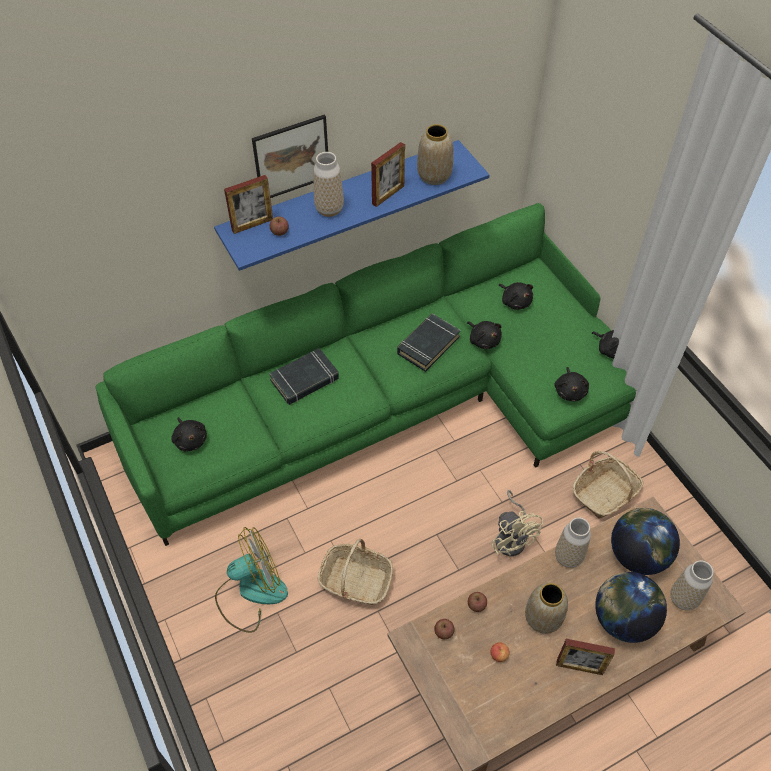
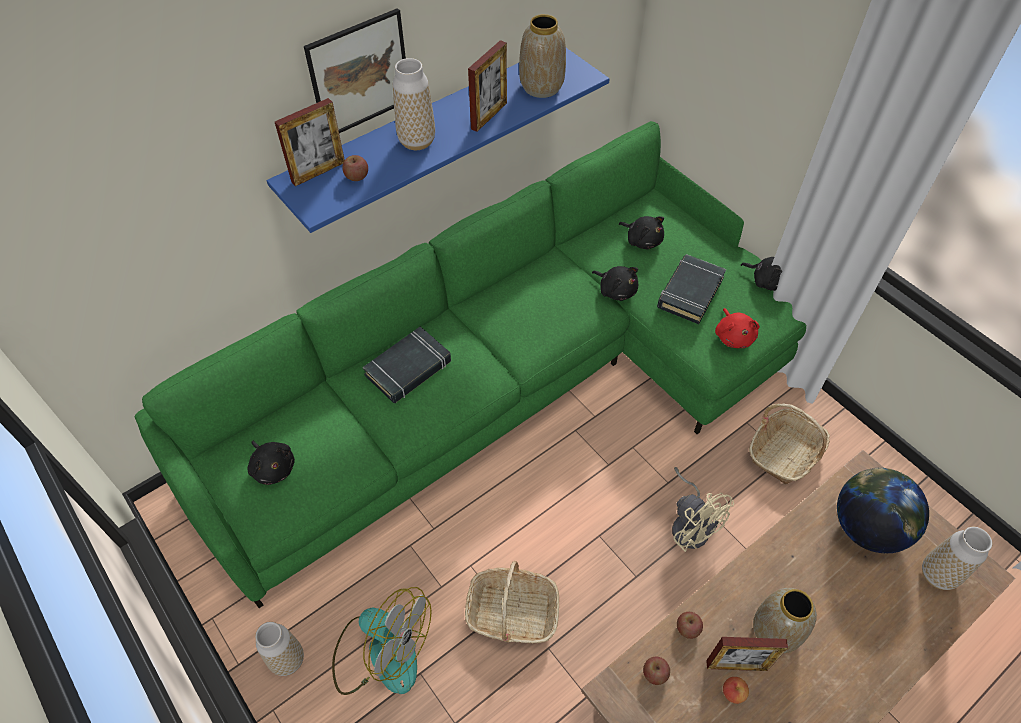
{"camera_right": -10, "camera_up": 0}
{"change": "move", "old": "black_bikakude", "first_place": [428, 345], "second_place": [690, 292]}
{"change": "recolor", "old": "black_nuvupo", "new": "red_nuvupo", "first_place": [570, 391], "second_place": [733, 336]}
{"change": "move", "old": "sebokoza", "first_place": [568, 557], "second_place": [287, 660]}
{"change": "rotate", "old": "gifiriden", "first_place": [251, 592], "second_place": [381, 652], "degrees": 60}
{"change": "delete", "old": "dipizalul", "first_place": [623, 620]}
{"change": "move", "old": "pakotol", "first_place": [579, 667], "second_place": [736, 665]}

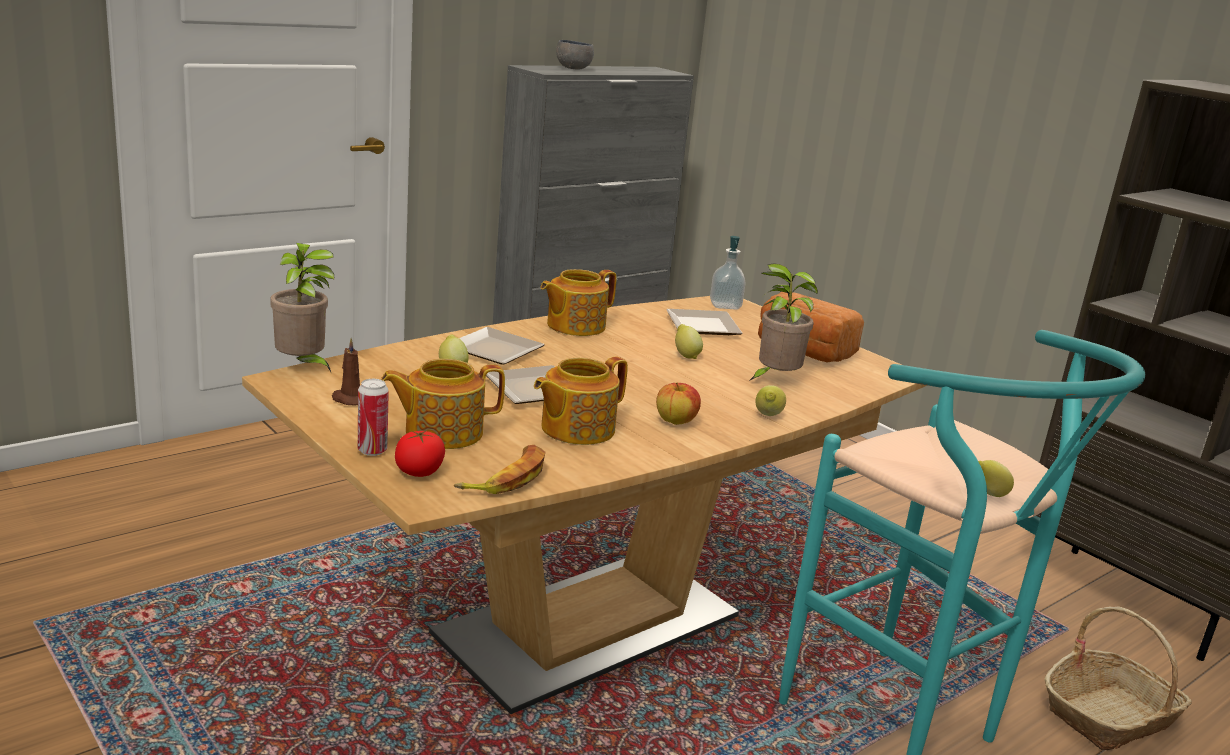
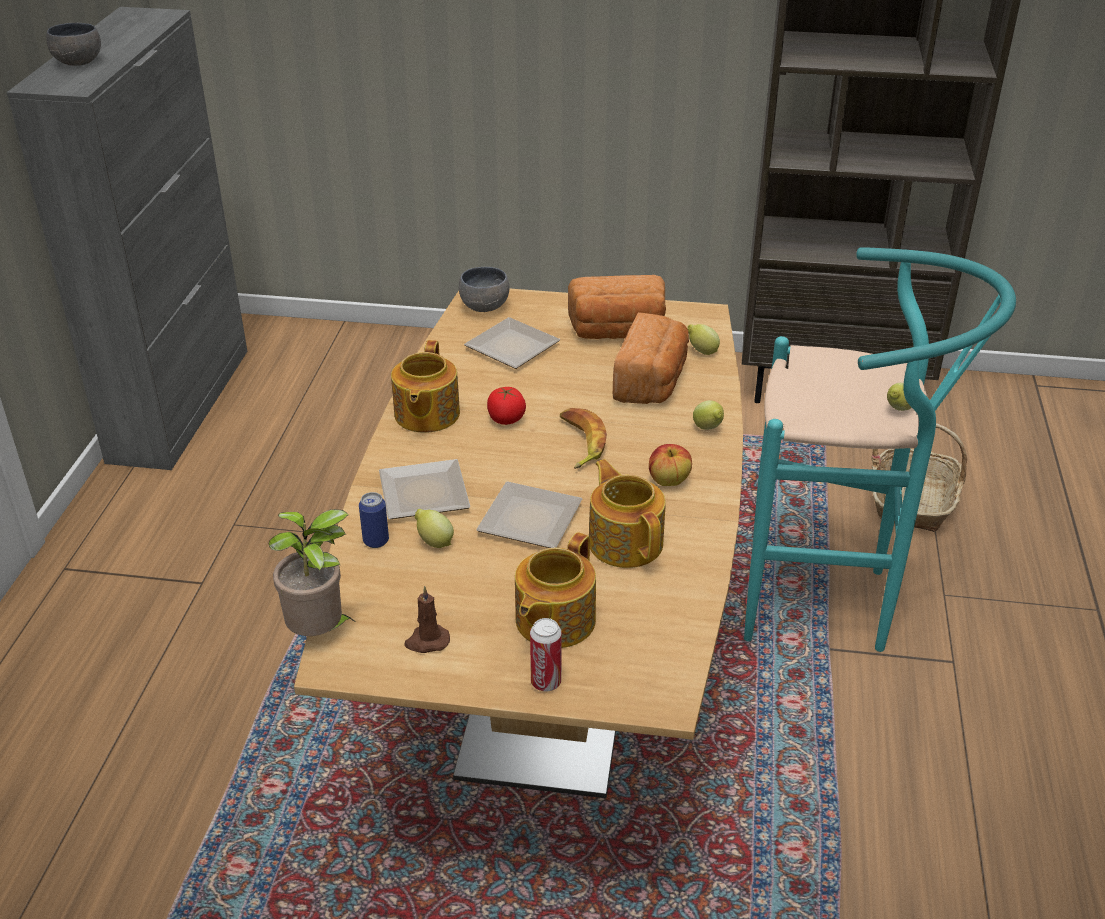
{"camera_right": -40, "camera_up": 15}
{"change": "replace", "old": "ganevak", "new": "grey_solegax", "first_place": [725, 305], "second_place": [484, 306]}
{"change": "replace", "old": "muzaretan", "new": "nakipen", "first_place": [774, 380], "second_place": [651, 381]}
{"change": "move", "old": "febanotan", "first_place": [685, 355], "second_place": [701, 352]}
{"change": "rotate", "old": "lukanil", "first_place": [575, 429], "second_place": [625, 542], "degrees": 150}
{"change": "move", "old": "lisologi", "first_place": [419, 472], "second_place": [506, 419]}
{"change": "move", "old": "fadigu", "first_place": [506, 478], "second_place": [579, 443]}
{"change": "insert", "new": "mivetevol", "second_place": [376, 541]}

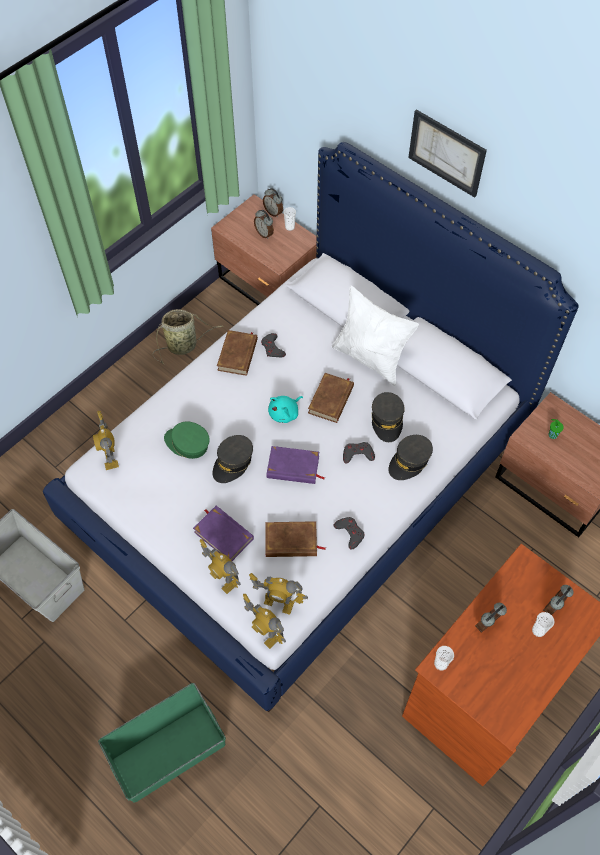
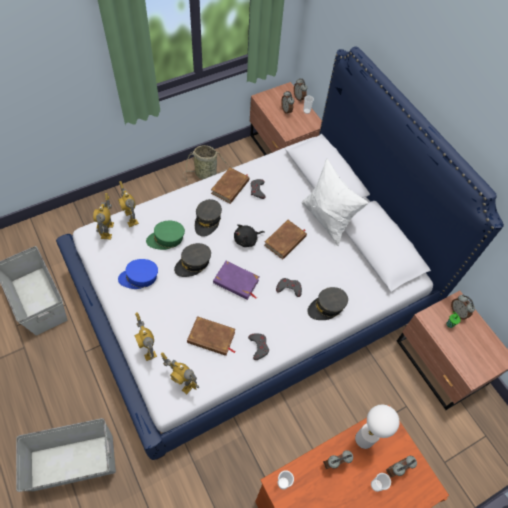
{"camera_right": 15, "camera_up": 0}
{"change": "delete", "old": "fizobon", "first_place": [446, 153]}
{"change": "move", "old": "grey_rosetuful", "first_place": [387, 420], "second_place": [207, 221]}
{"change": "recolor", "old": "turquoise_nuvupo", "new": "black_nuvupo", "first_place": [285, 413], "second_place": [247, 240]}
{"change": "rotate", "old": "green_rosetuful", "first_place": [187, 444], "second_place": [166, 239], "degrees": -60}
{"change": "delete", "old": "purple_bikakude", "first_place": [223, 535]}
{"change": "move", "old": "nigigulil", "first_place": [265, 633], "second_place": [131, 218]}
{"change": "recolor", "old": "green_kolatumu", "new": "grey_kolatumu", "first_place": [168, 752], "second_place": [72, 461]}
{"change": "insert", "new": "blue_rosetuful", "second_place": [139, 277]}
{"change": "insert", "new": "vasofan", "second_place": [458, 312]}
{"change": "insert", "new": "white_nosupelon", "second_place": [364, 439]}

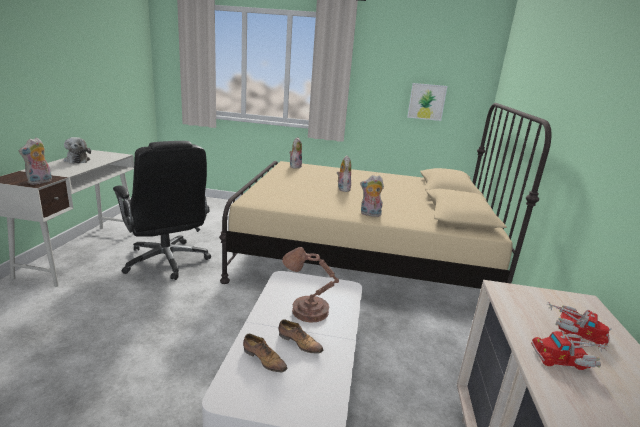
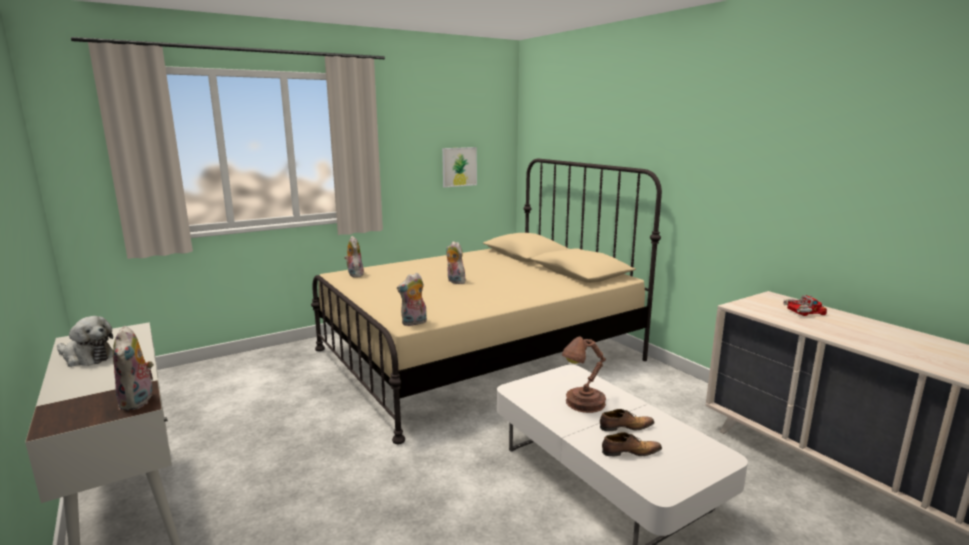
{"camera_right": -40, "camera_up": -5}
{"change": "delete", "old": "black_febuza", "first_place": [167, 261]}
{"change": "move", "old": "nuvupo", "first_place": [370, 214], "second_place": [414, 323]}
{"change": "delete", "old": "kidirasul", "first_place": [567, 358]}

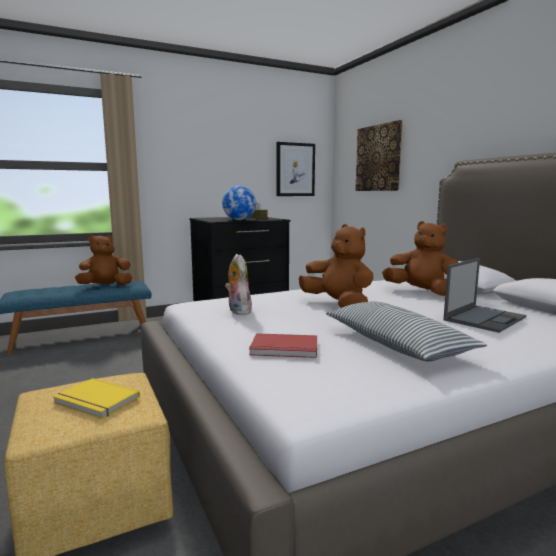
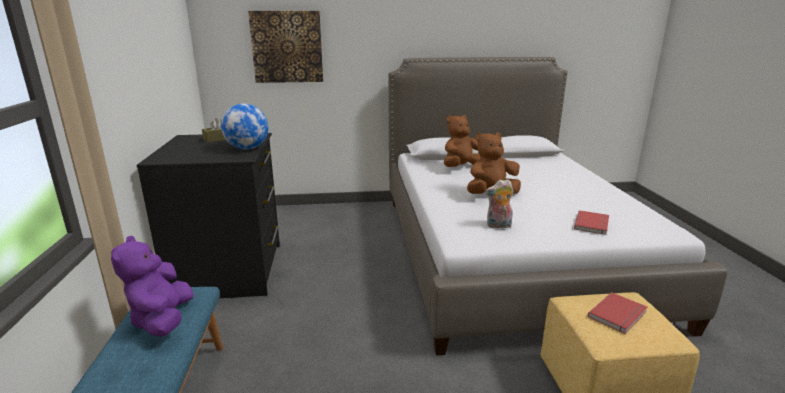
{"camera_right": -70, "camera_up": 10}
{"change": "delete", "old": "fizobon", "first_place": [295, 169]}
{"change": "recolor", "old": "brown_nuvupo", "new": "purple_nuvupo", "first_place": [105, 286], "second_place": [163, 320]}
{"change": "delete", "old": "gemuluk", "first_place": [485, 318]}
{"change": "delete", "old": "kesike", "first_place": [395, 344]}
{"change": "recolor", "old": "yellow_bikakude", "new": "red_bikakude", "first_place": [95, 401], "second_place": [619, 315]}

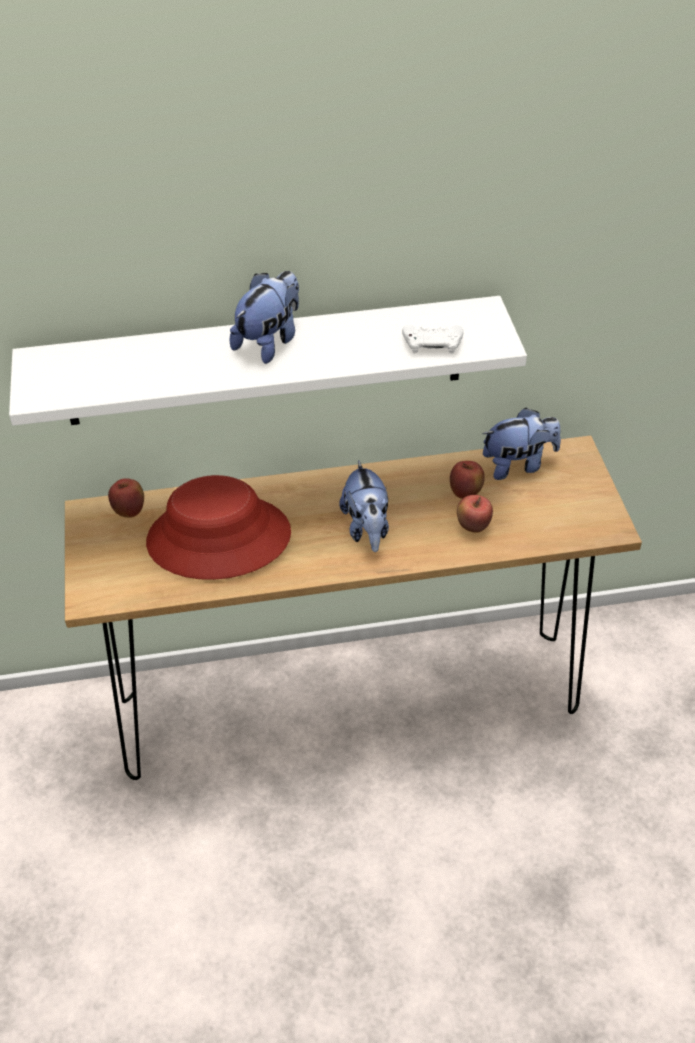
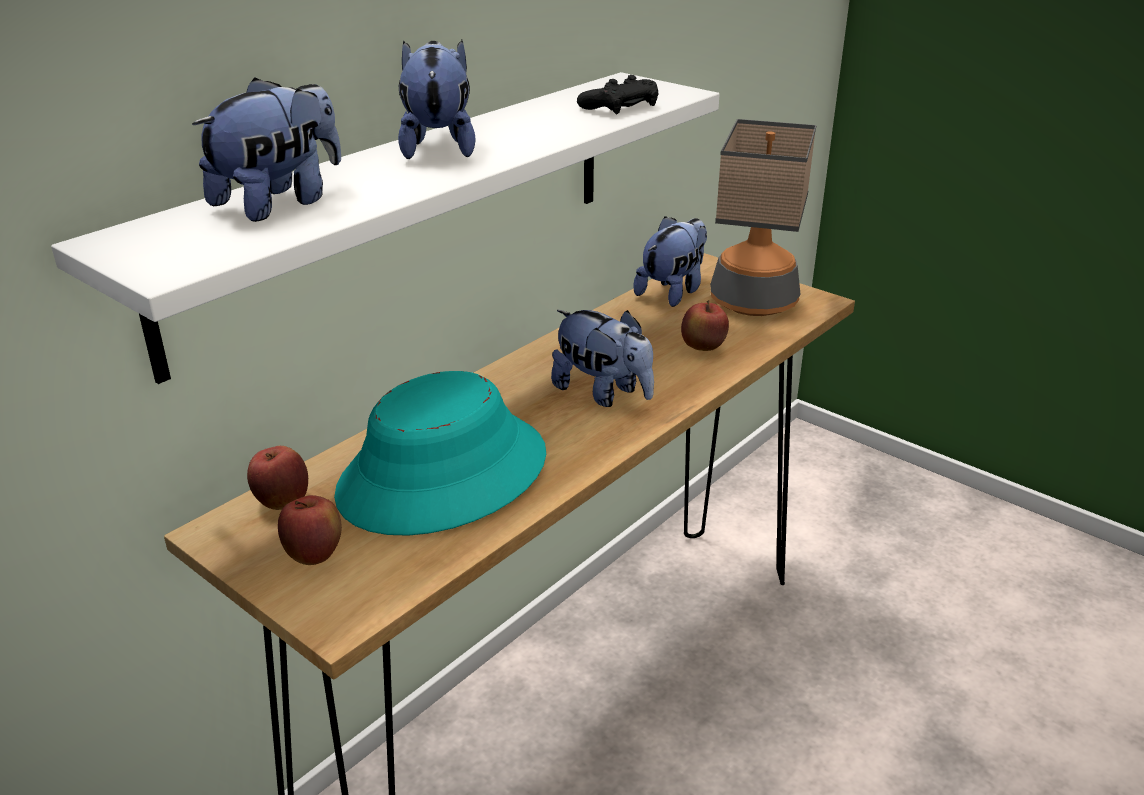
{"camera_right": -40, "camera_up": -15}
{"change": "recolor", "old": "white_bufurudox", "new": "black_bufurudox", "first_place": [432, 344], "second_place": [620, 107]}
{"change": "move", "old": "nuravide", "first_place": [465, 493], "second_place": [314, 555]}
{"change": "recolor", "old": "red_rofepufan", "new": "turquoise_rofepufan", "first_place": [218, 539], "second_place": [443, 475]}
{"change": "insert", "new": "nuvupo", "second_place": [280, 202]}
{"change": "insert", "new": "nosupelon", "second_place": [753, 302]}

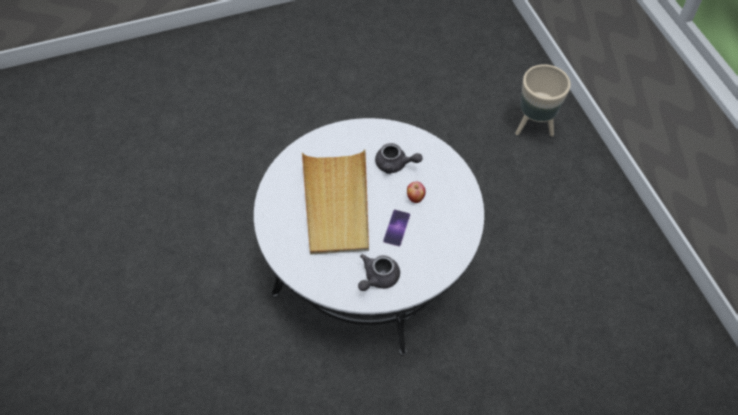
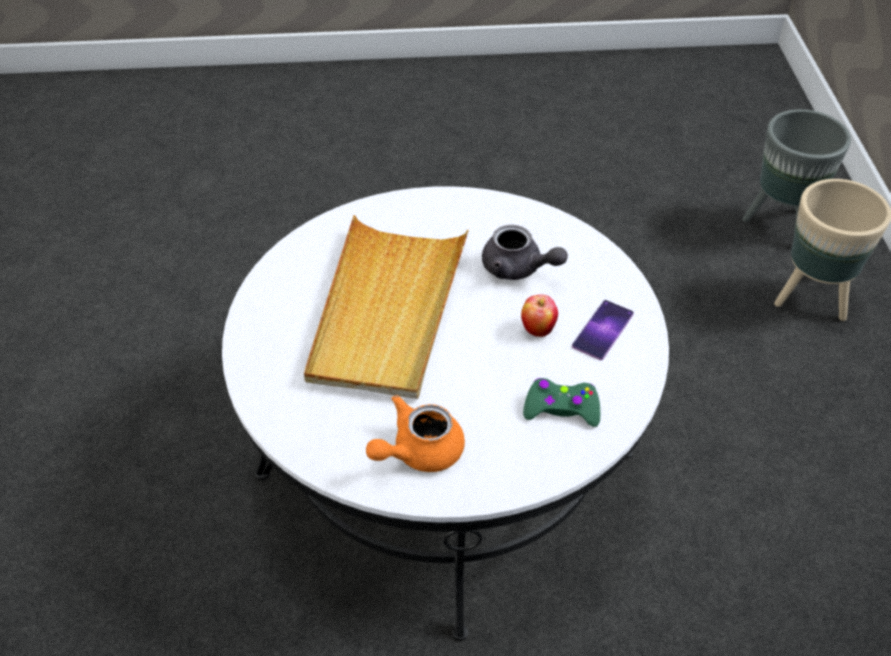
{"camera_right": 15, "camera_up": -10}
{"change": "move", "old": "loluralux", "first_place": [396, 228], "second_place": [603, 330]}
{"change": "recolor", "old": "grey_lukanil", "new": "orange_lukanil", "first_place": [378, 278], "second_place": [418, 452]}
{"change": "insert", "new": "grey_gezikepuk", "second_place": [780, 226]}
{"change": "insert", "new": "green_bufurudox", "second_place": [561, 409]}

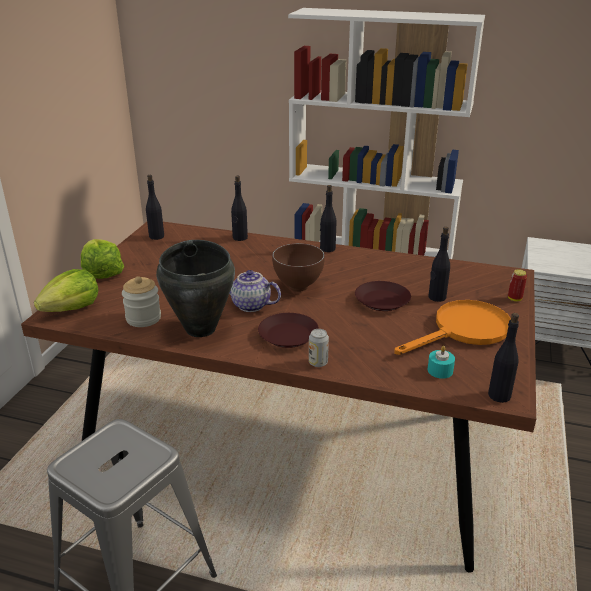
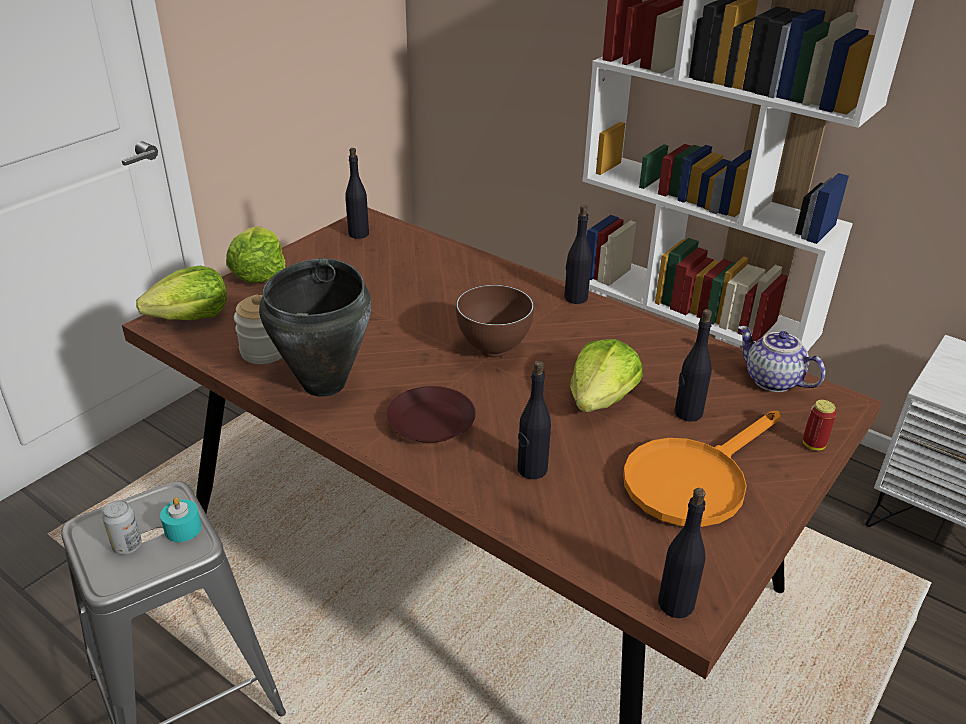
{"camera_right": 20, "camera_up": 5}
{"change": "move", "old": "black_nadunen", "first_place": [240, 238], "second_place": [531, 469]}
{"change": "move", "old": "lukanil", "first_place": [250, 305], "second_place": [771, 381]}
{"change": "replace", "old": "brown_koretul", "new": "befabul", "first_place": [382, 300], "second_place": [601, 399]}
{"change": "rotate", "old": "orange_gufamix", "first_place": [464, 331], "second_place": [693, 479], "degrees": 150}
{"change": "move", "old": "mivetevol", "first_place": [318, 363], "second_place": [127, 546]}
{"change": "move", "old": "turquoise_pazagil", "first_place": [440, 370], "second_place": [183, 529]}

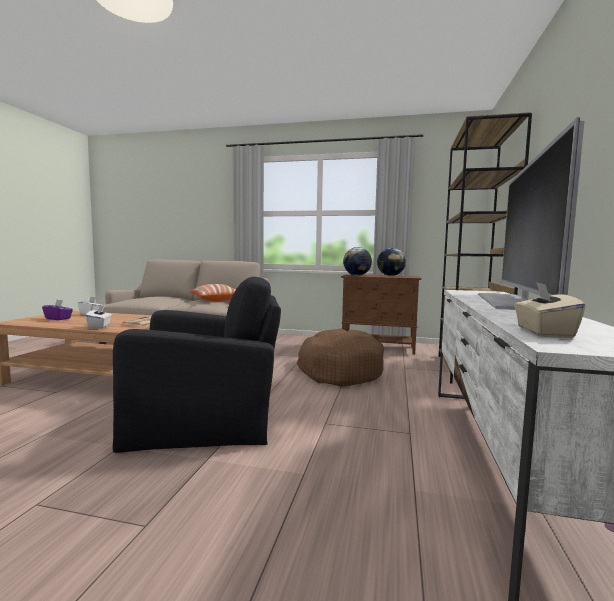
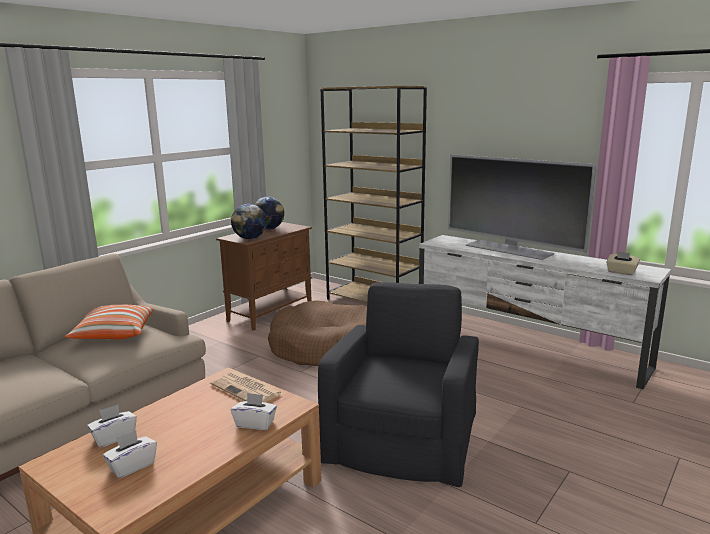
{"camera_right": -65, "camera_up": 10}
{"change": "recolor", "old": "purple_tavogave", "new": "white_tavogave", "first_place": [58, 318], "second_place": [132, 466]}

